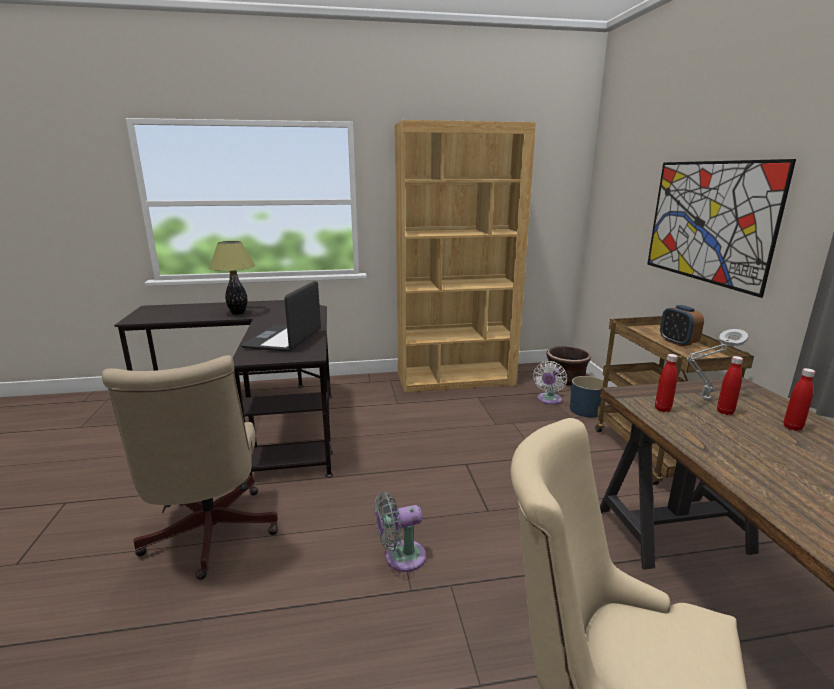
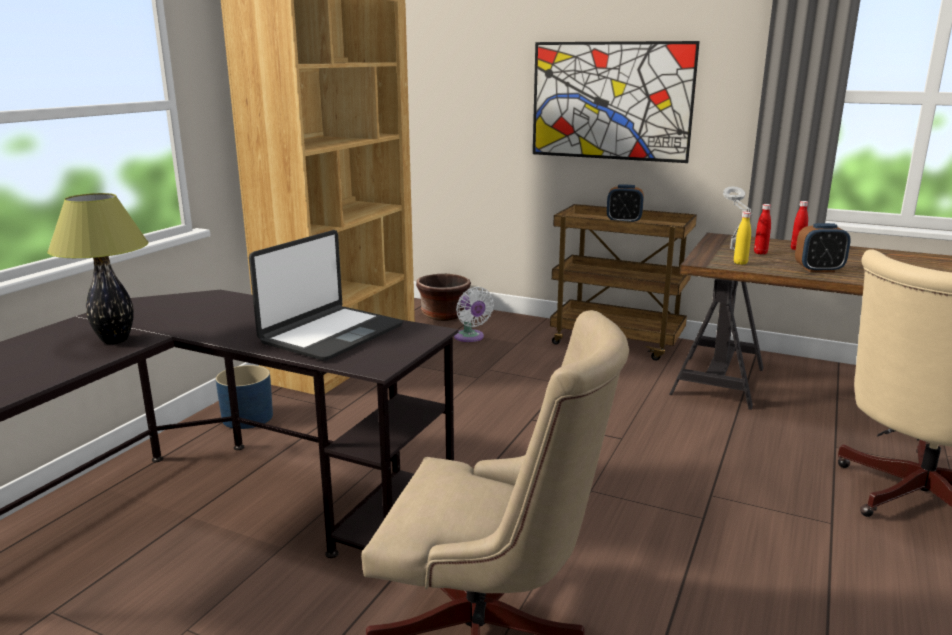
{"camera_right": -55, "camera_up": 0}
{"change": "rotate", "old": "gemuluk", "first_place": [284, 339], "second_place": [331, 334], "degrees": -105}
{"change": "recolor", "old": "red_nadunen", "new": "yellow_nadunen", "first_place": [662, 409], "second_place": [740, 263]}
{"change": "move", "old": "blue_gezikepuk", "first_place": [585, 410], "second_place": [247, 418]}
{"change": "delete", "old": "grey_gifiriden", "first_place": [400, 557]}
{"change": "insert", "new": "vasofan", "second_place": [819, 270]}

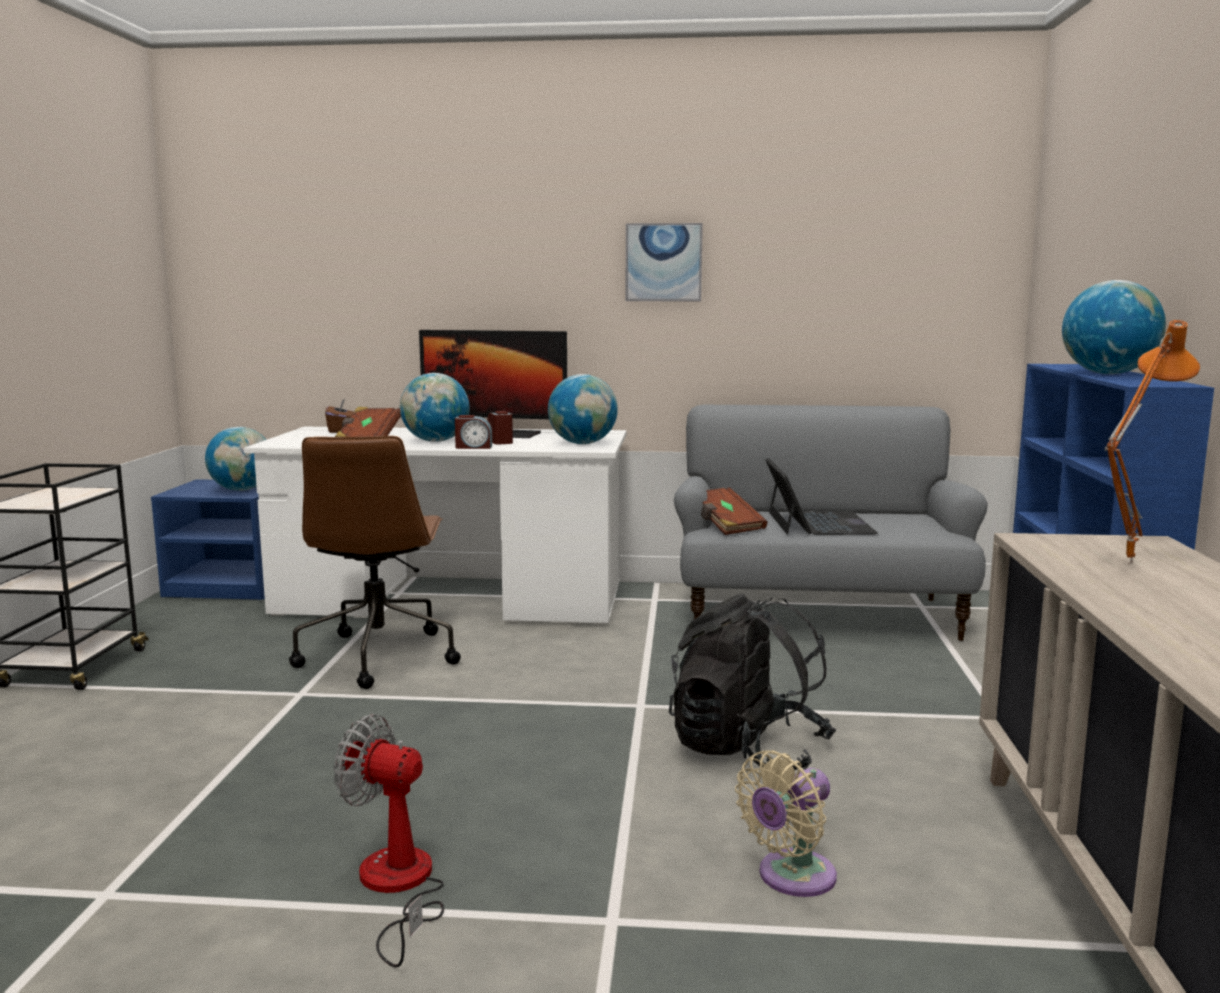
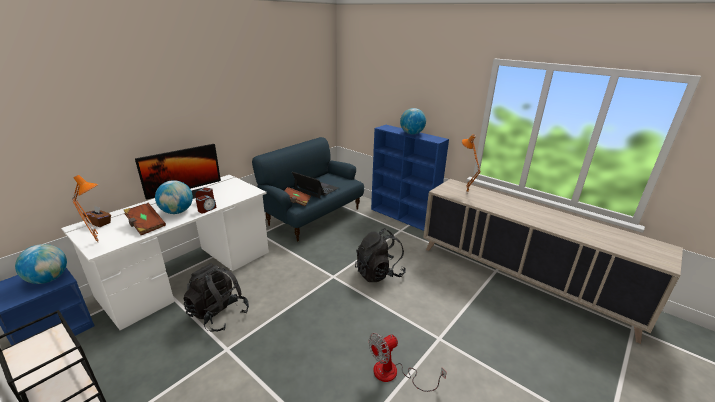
{"camera_right": -55, "camera_up": 15}
{"change": "delete", "old": "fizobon", "first_place": [663, 262]}
{"change": "delete", "old": "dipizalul", "first_place": [583, 443]}
{"change": "recolor", "old": "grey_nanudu", "new": "blue_nanudu", "first_place": [818, 614], "second_place": [313, 216]}
{"change": "replace", "old": "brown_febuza", "new": "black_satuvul", "first_place": [378, 656], "second_place": [218, 314]}
{"change": "delete", "old": "beige_gifiriden", "first_place": [791, 877]}
{"change": "insert", "new": "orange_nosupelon", "second_place": [99, 241]}

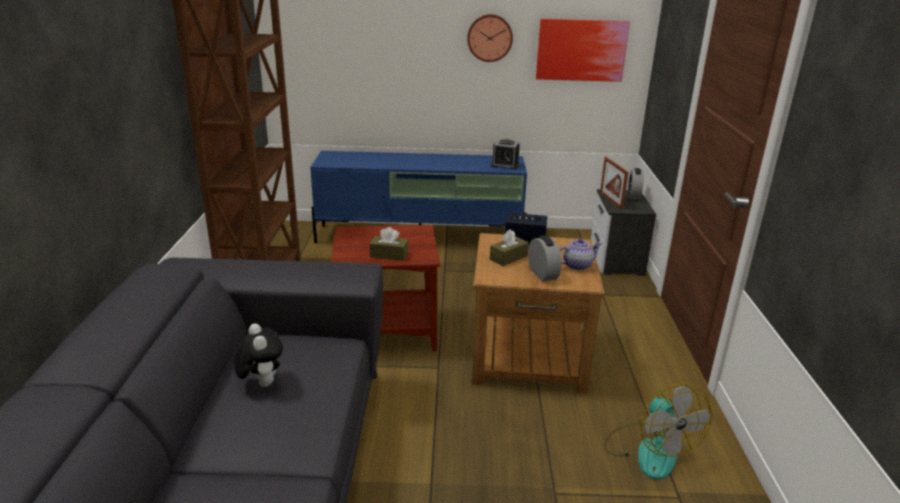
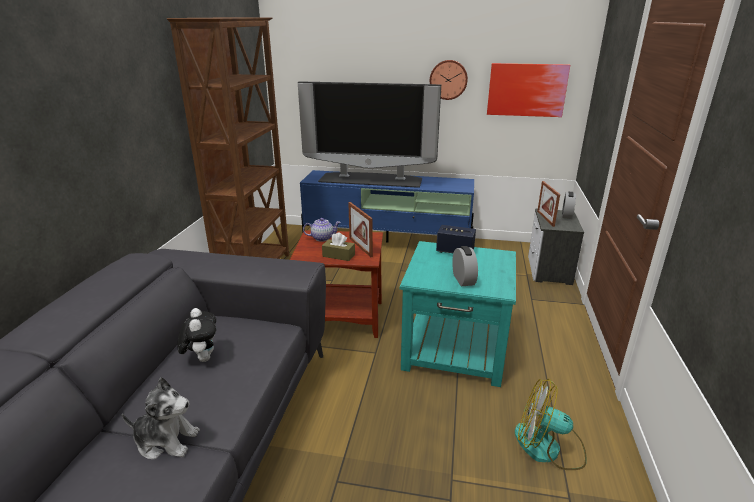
{"camera_right": 10, "camera_up": 0}
{"change": "delete", "old": "vasofan", "first_place": [505, 165]}
{"change": "delete", "old": "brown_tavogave", "first_place": [508, 257]}
{"change": "recolor", "old": "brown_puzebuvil", "new": "turquoise_puzebuvil", "first_place": [528, 356], "second_place": [455, 349]}
{"change": "move", "old": "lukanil", "first_place": [577, 265], "second_place": [322, 238]}
{"change": "rotate", "old": "gifiriden", "first_place": [649, 450], "second_place": [548, 447], "degrees": 120}
{"change": "insert", "new": "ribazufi", "second_place": [371, 180]}
{"change": "insert", "new": "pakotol", "second_place": [360, 247]}
{"change": "insert", "new": "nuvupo", "second_place": [166, 440]}

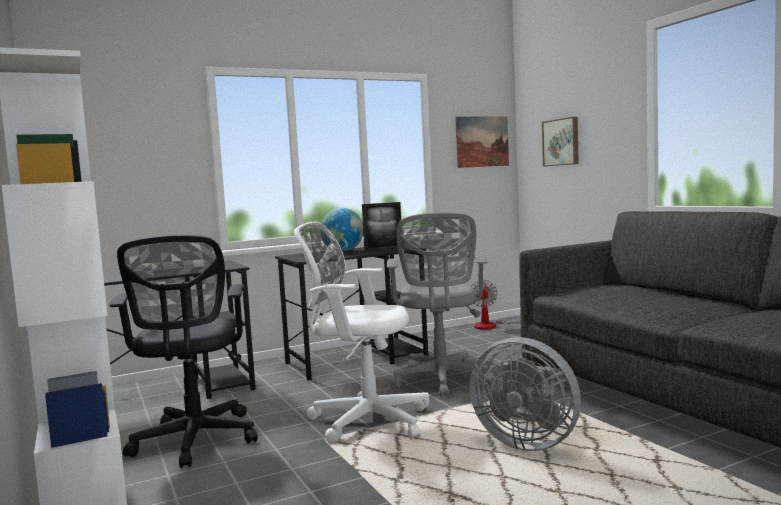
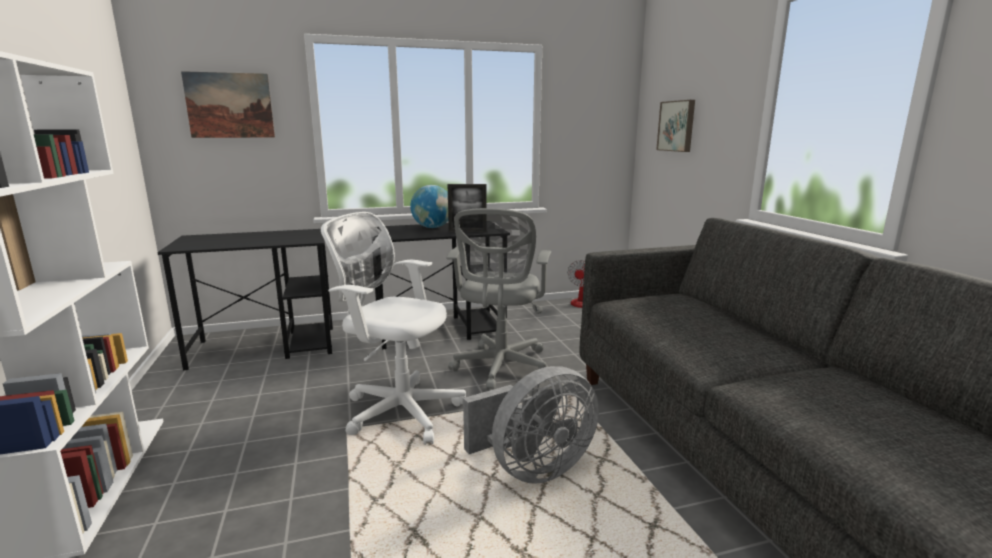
{"camera_right": 10, "camera_up": 10}
{"change": "move", "old": "fizobon", "first_place": [482, 141], "second_place": [230, 105]}
{"change": "delete", "old": "black_febuza", "first_place": [195, 442]}
{"change": "rotate", "old": "grey_gifiriden", "first_place": [526, 442], "second_place": [533, 469], "degrees": -75}

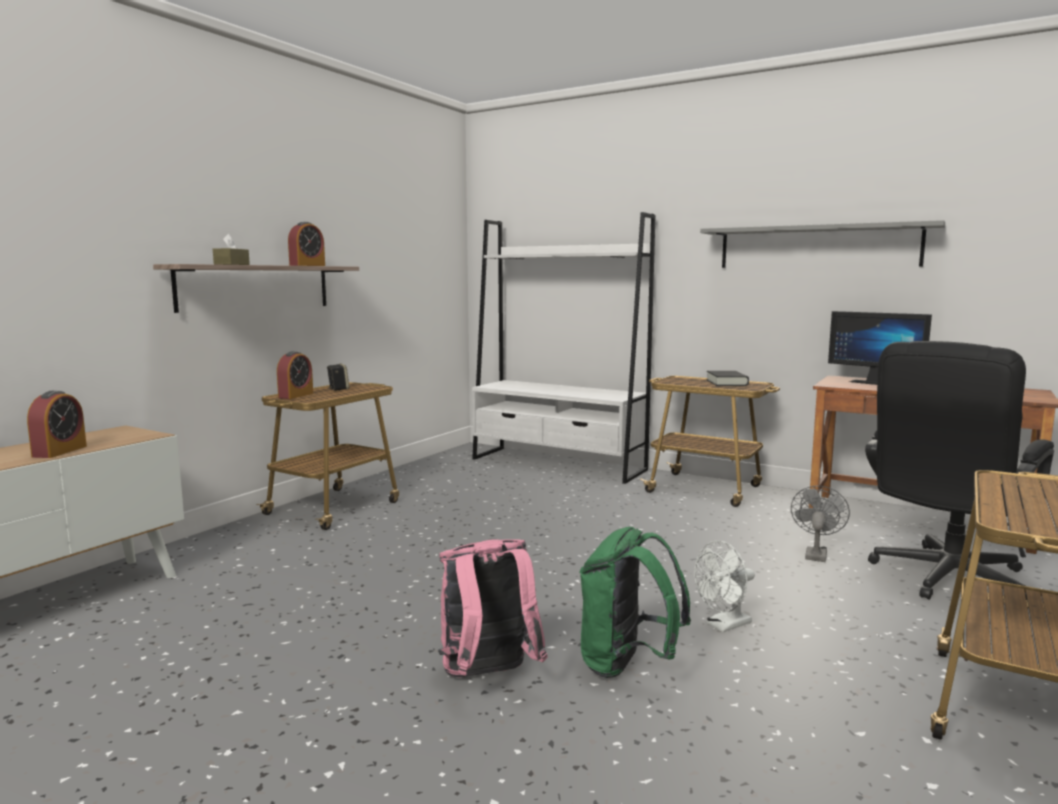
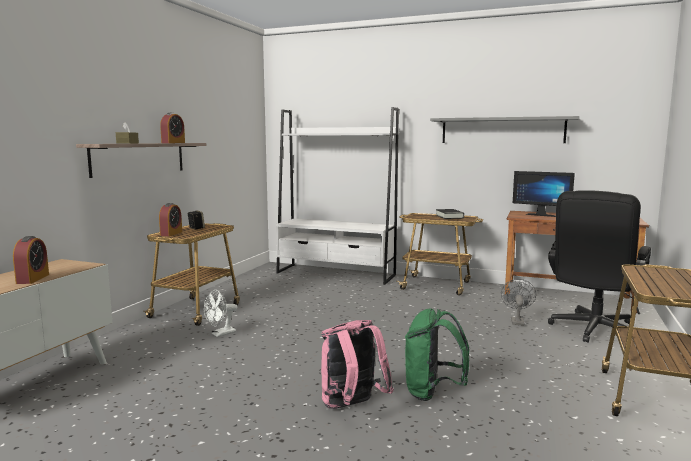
{"camera_right": -10, "camera_up": 0}
{"change": "move", "old": "white_gifiriden", "first_place": [724, 625], "second_place": [220, 334]}

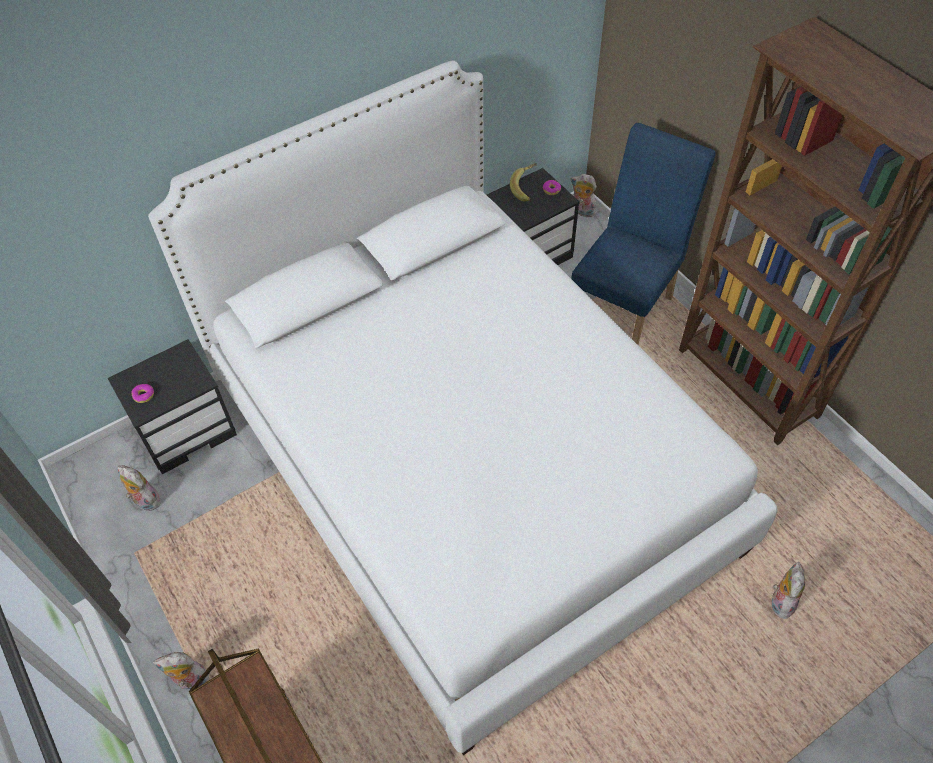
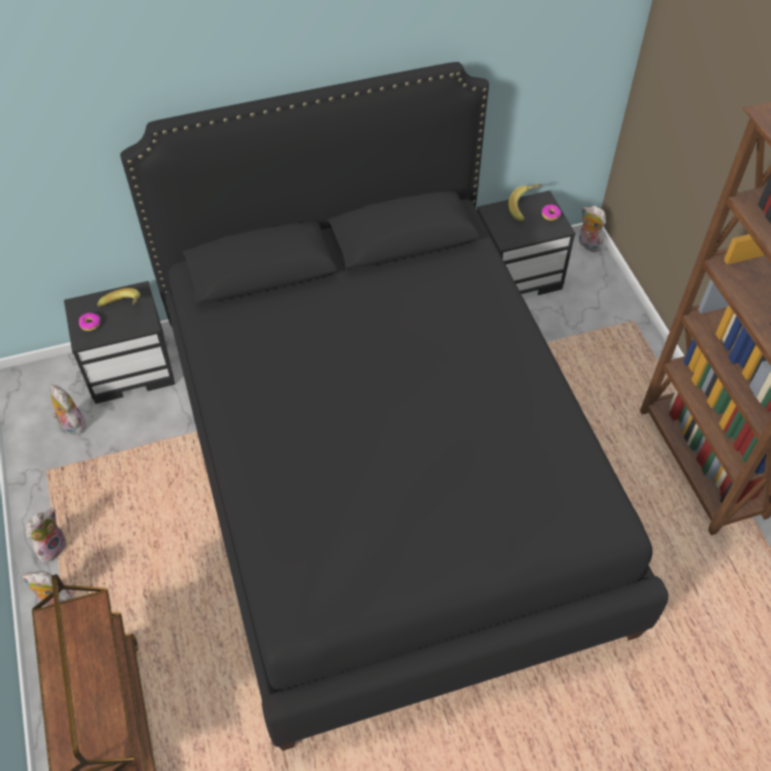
{"camera_right": 15, "camera_up": 0}
{"change": "recolor", "old": "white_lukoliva", "new": "black_lukoliva", "first_place": [469, 464], "second_place": [385, 470]}
{"change": "delete", "old": "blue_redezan", "first_place": [625, 307]}
{"change": "move", "old": "nuvupo", "first_place": [780, 601], "second_place": [52, 546]}
{"change": "insert", "new": "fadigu", "second_place": [122, 308]}

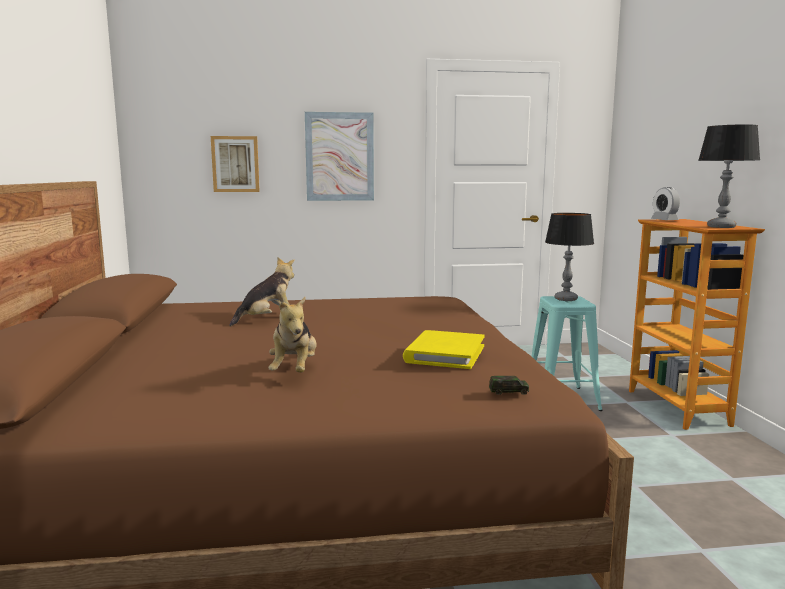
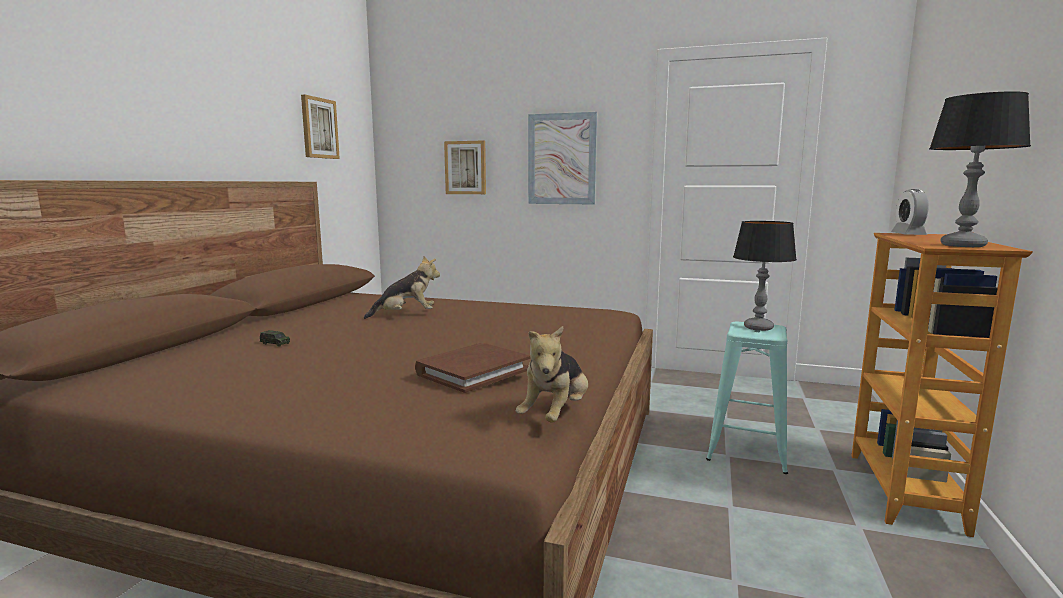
{"camera_right": 25, "camera_up": 0}
{"change": "move", "old": "nuvupo", "first_place": [295, 371], "second_place": [556, 415]}
{"change": "recolor", "old": "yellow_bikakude", "new": "brown_bikakude", "first_place": [445, 354], "second_place": [473, 371]}
{"change": "move", "old": "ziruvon", "first_place": [508, 391], "second_place": [275, 343]}
{"change": "insert", "new": "fizobon", "second_place": [319, 128]}

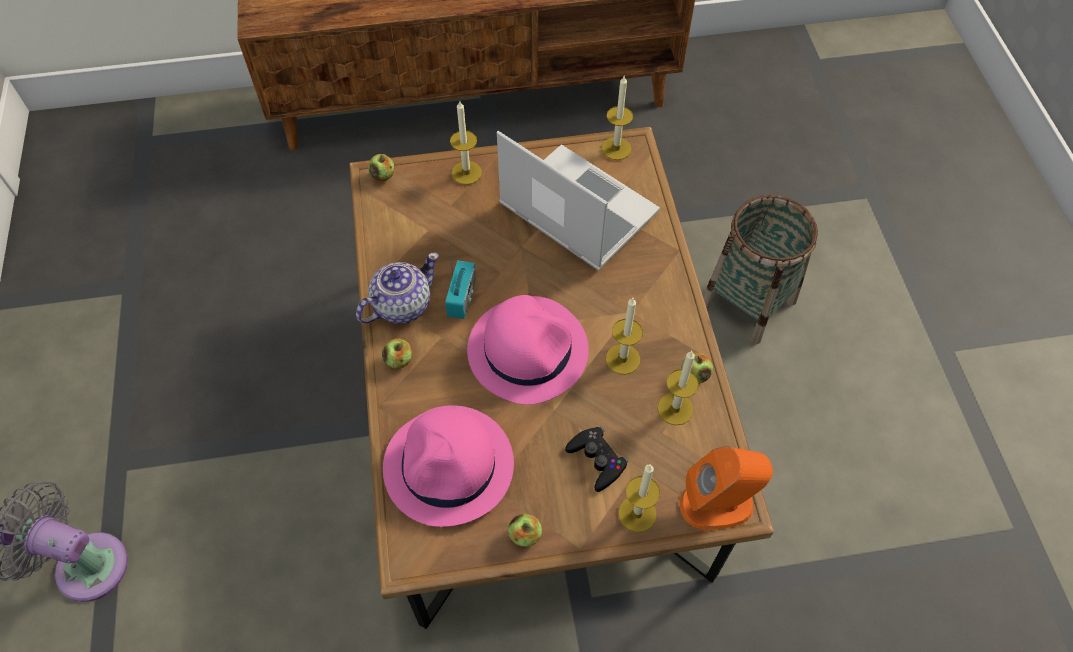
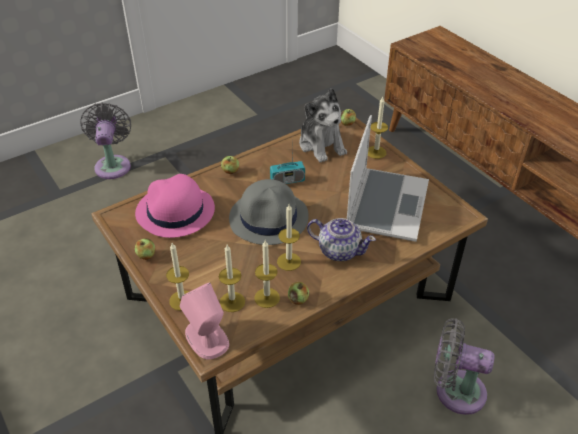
{"camera_right": 65, "camera_up": -15}
{"change": "move", "old": "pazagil", "first_place": [616, 148], "second_place": [232, 302]}
{"change": "replace", "old": "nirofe", "new": "grey_gifiriden", "first_place": [748, 303], "second_place": [455, 390]}
{"change": "move", "old": "lukanil", "first_place": [401, 305], "second_place": [339, 250]}
{"change": "recolor", "old": "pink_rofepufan", "new": "grey_rofepufan", "first_place": [527, 349], "second_place": [269, 218]}
{"change": "delete", "old": "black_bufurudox", "first_place": [597, 460]}
{"change": "recolor", "old": "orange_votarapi", "new": "pink_votarapi", "first_place": [717, 504], "second_place": [207, 338]}
{"change": "insert", "new": "nuvupo", "second_place": [321, 145]}

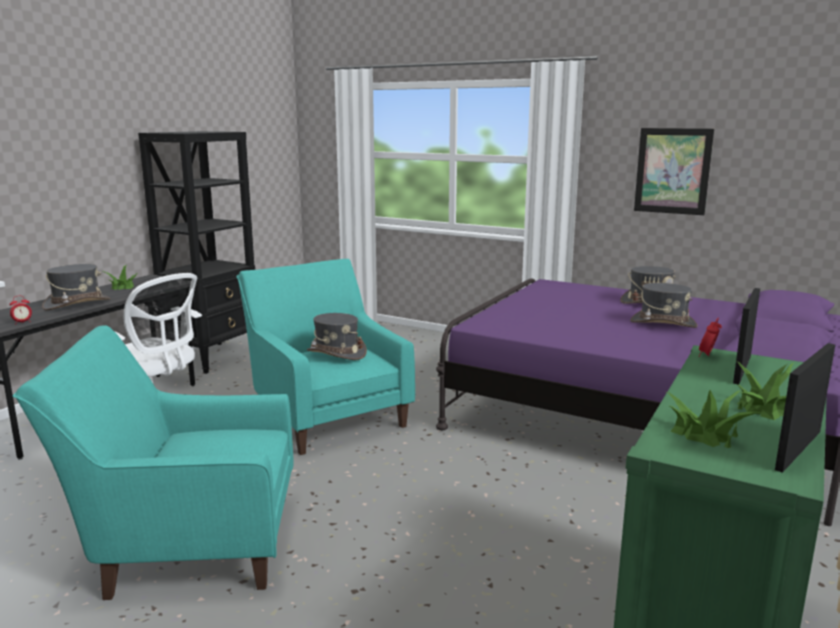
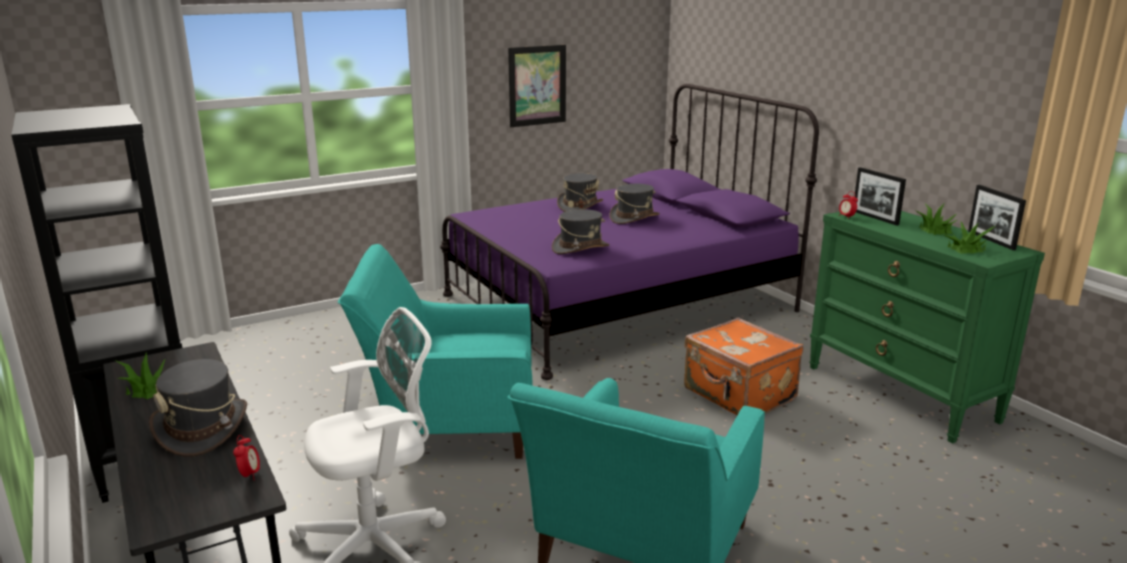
{"camera_right": -60, "camera_up": 5}
{"change": "move", "old": "grey_rofepufan", "first_place": [336, 353], "second_place": [580, 248]}
{"change": "insert", "new": "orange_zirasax", "second_place": [738, 395]}

